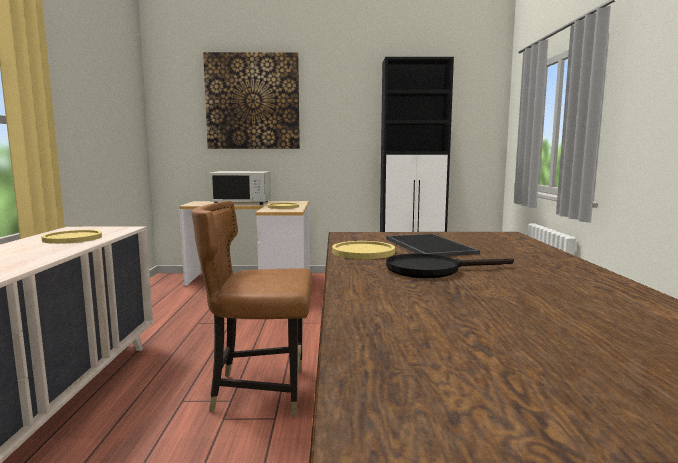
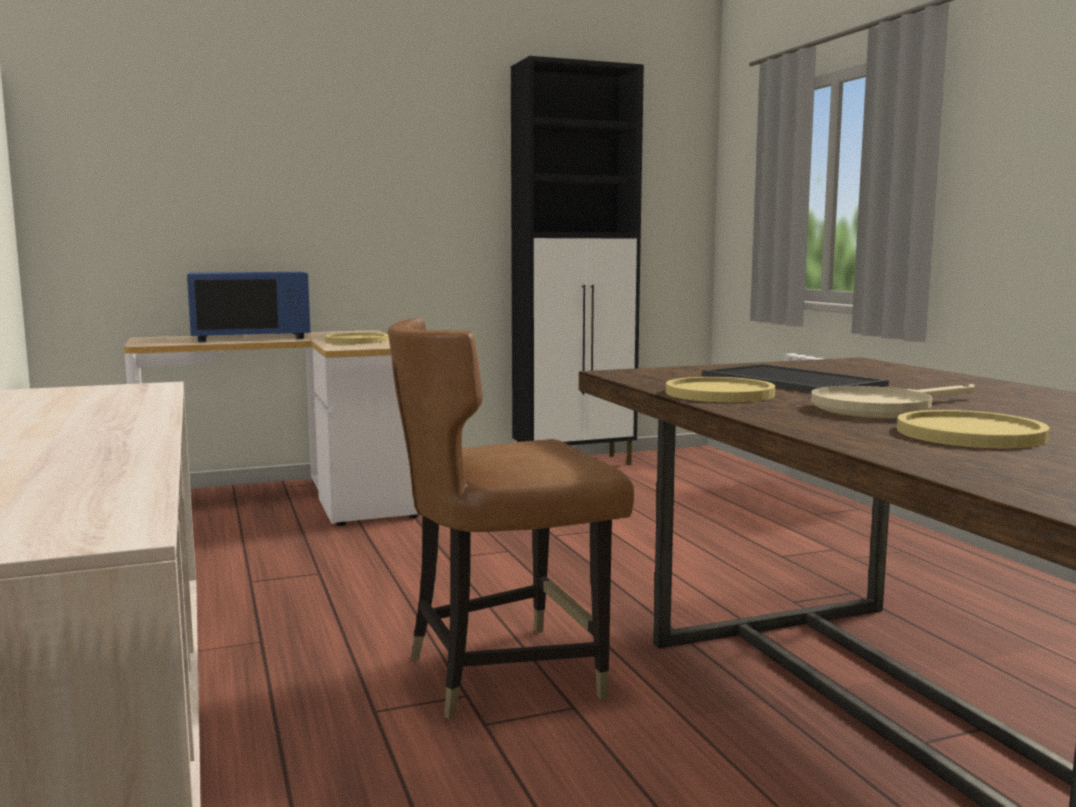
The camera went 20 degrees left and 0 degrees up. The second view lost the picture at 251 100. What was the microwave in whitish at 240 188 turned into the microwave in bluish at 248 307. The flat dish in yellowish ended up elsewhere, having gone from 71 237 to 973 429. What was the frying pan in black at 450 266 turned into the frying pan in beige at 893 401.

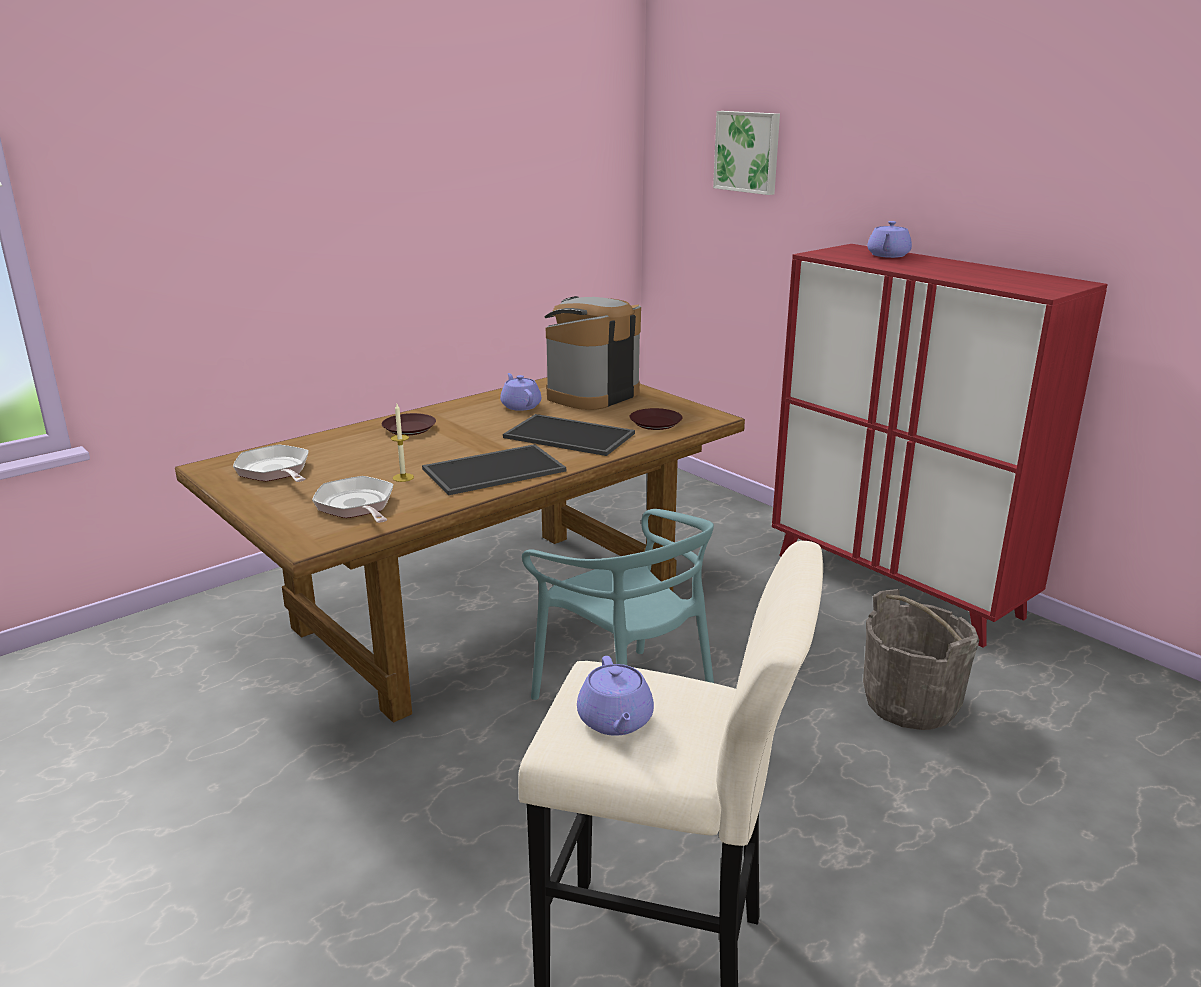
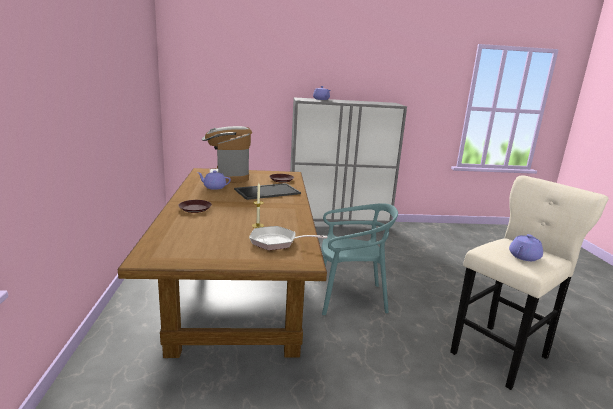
The camera went 55 degrees left and 5 degrees down. The second view lost the picture at 746 153. What was the storage cabinet in red-coloured at 940 446 turned into the storage cabinet in gray at 348 165. The second view lost the tray at 494 469. The second view lost the frying pan at 271 463. The second view lost the bucket in gray at 921 659. The teapot in purple at 615 696 ended up facing another way, 105 degrees clockwise from before.

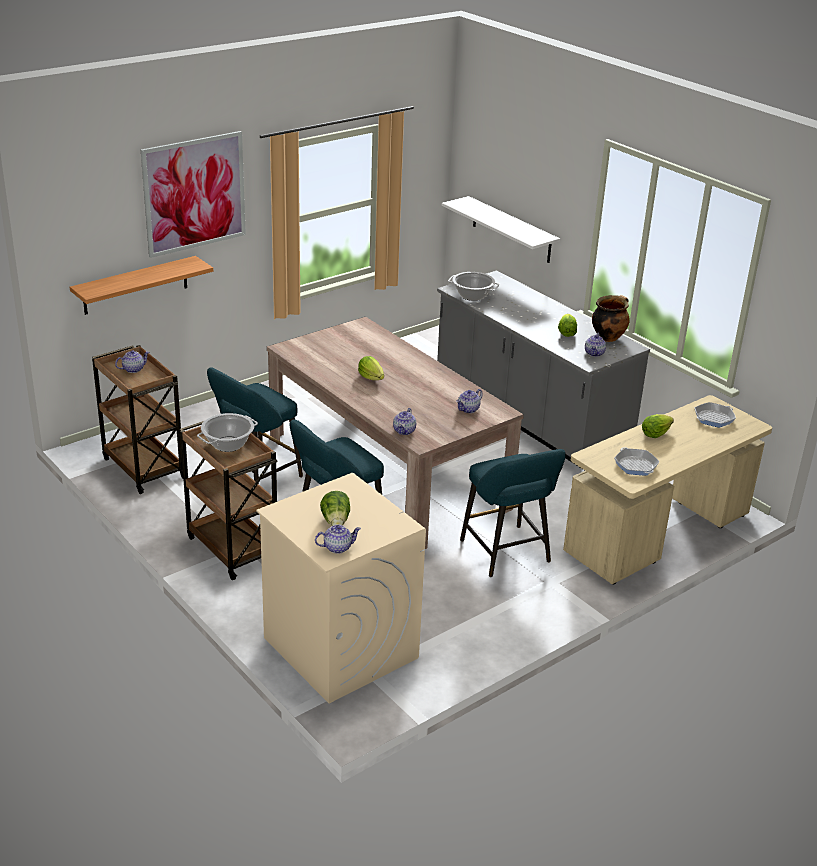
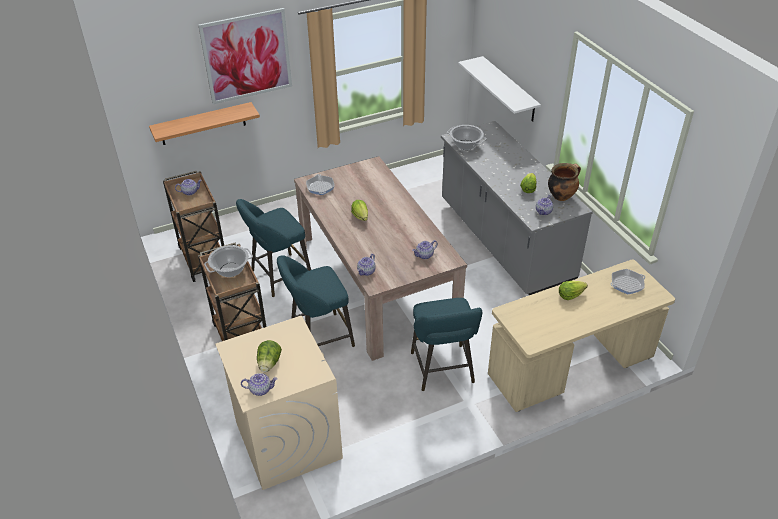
The camera went 15 degrees right and 10 degrees up. The frying pan ended up elsewhere, having gone from 637 461 to 320 184.

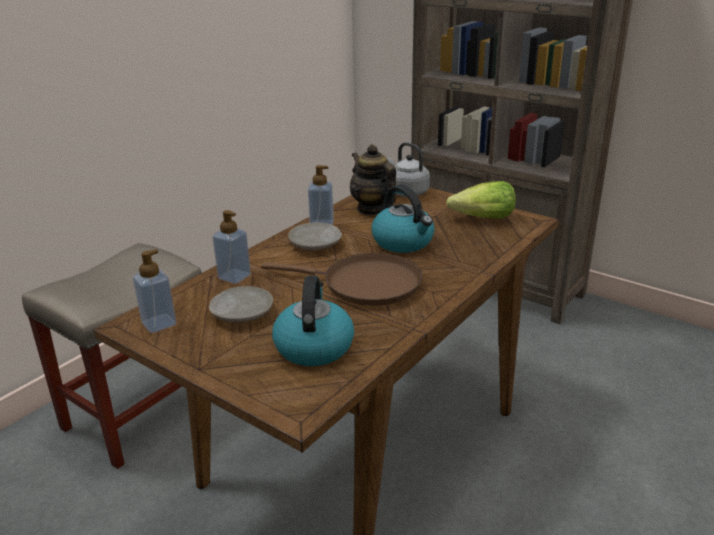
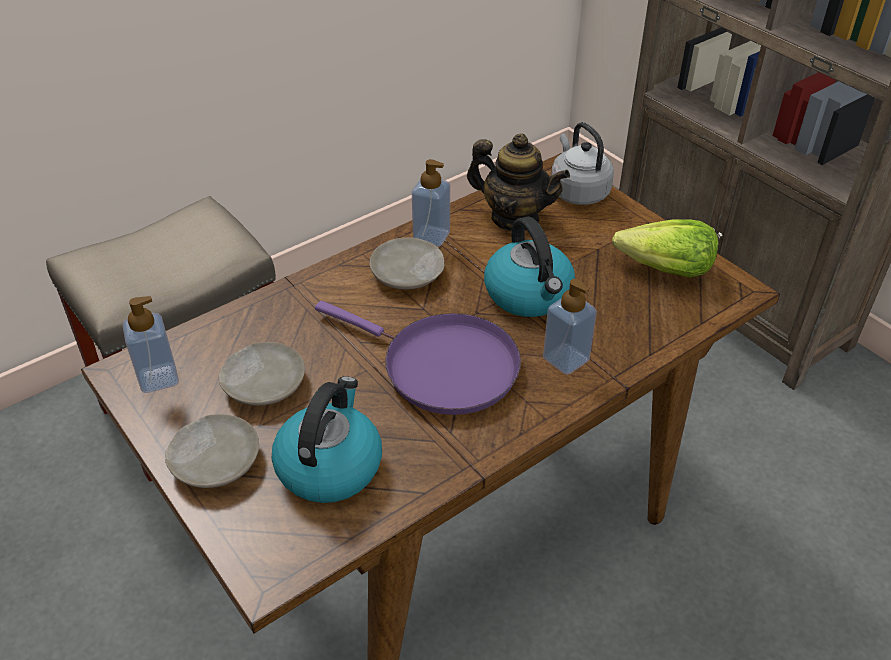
The camera went 15 degrees right and 15 degrees up. The teapot at 373 179 ended up facing another way, 135 degrees clockwise from before. The soap bottle ended up elsewhere, having gone from 231 247 to 570 327. What was the frying pan in brown-coloured at 341 279 turned into the frying pan in purple at 418 358. The second view gained the flat dish in beige at 212 451.

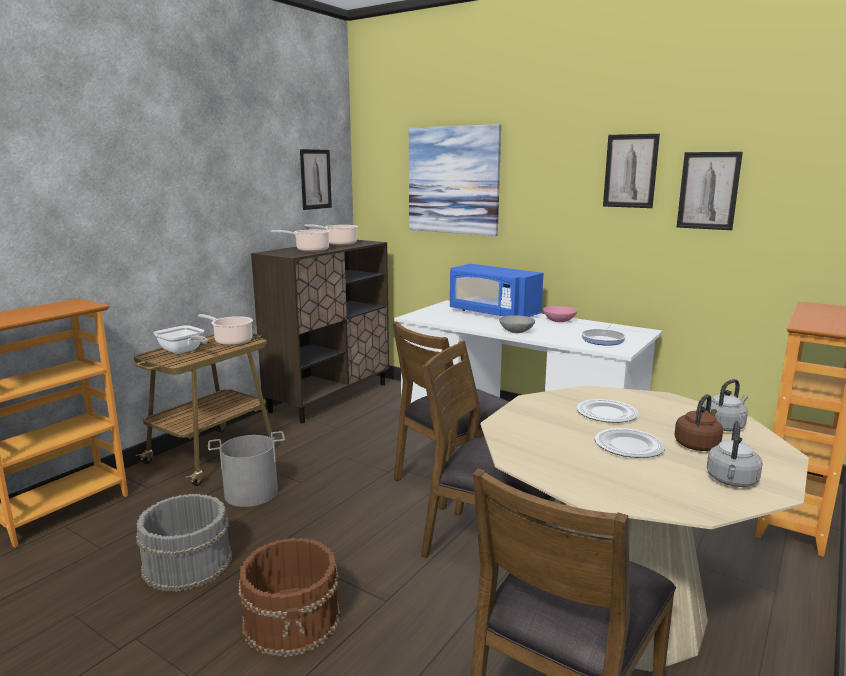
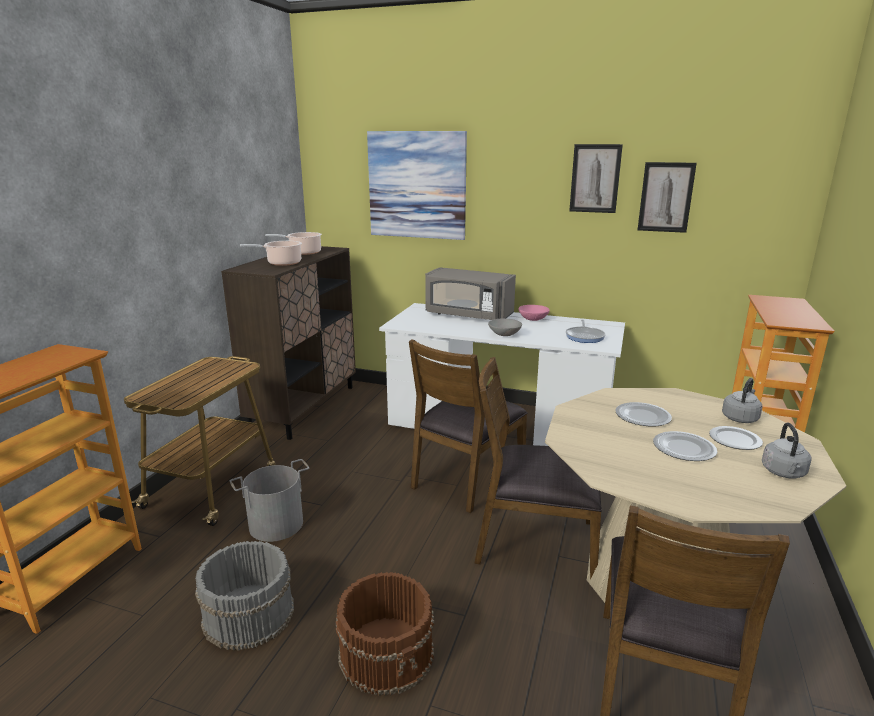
The camera went 15 degrees left and 5 degrees up. The second view lost the picture at 316 179. What was the microwave in bluish at 496 290 turned into the microwave in gray at 470 293. The second view lost the saucepot at 225 330. The second view lost the frying pan at 181 339. Where the tea kettle in brown-coloured stood at 698 422, the flat dish came to stand at 736 438.

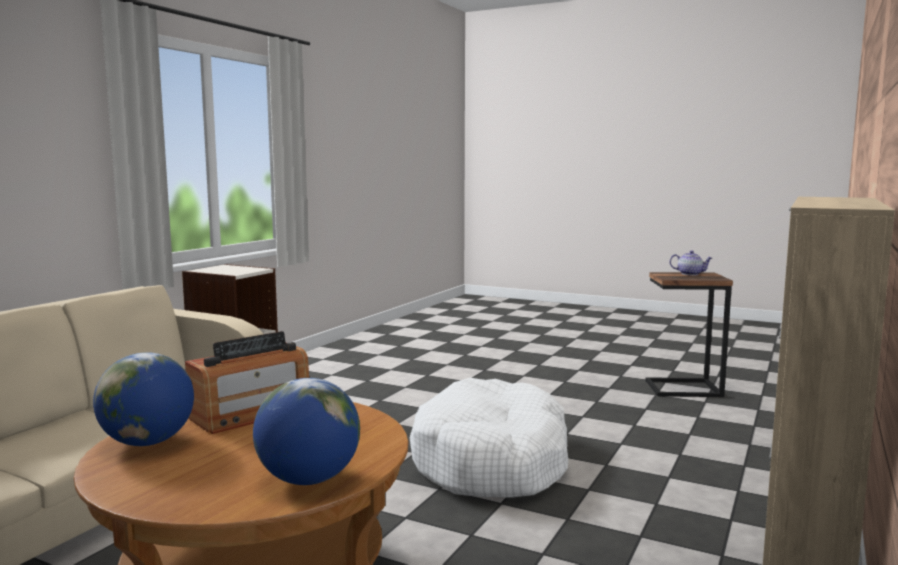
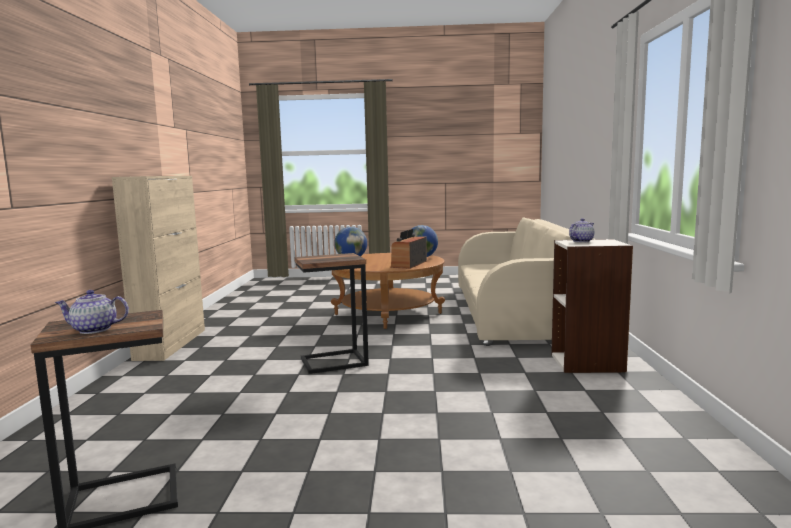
The camera went 155 degrees right and 0 degrees up. Where the pet bed in whitish stood at 489 437, the accent table came to stand at 331 313. The second view gained the teapot at 581 230.

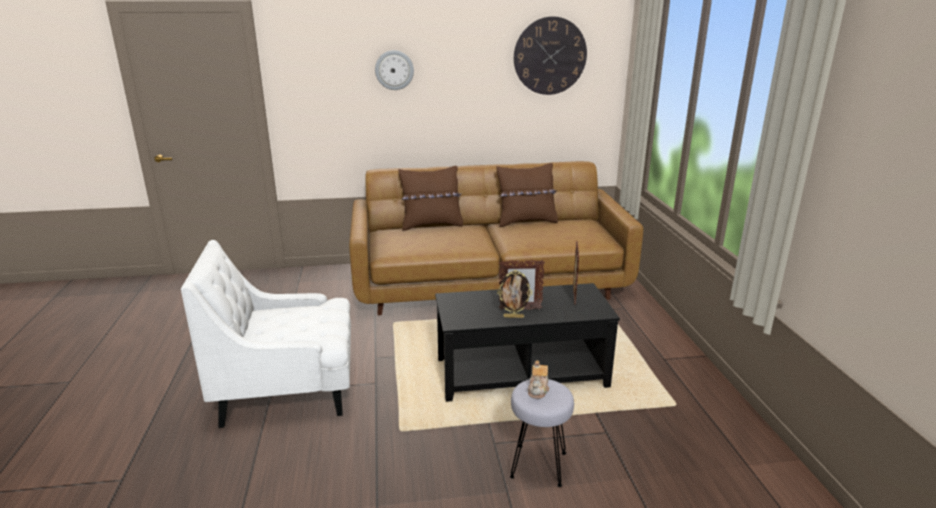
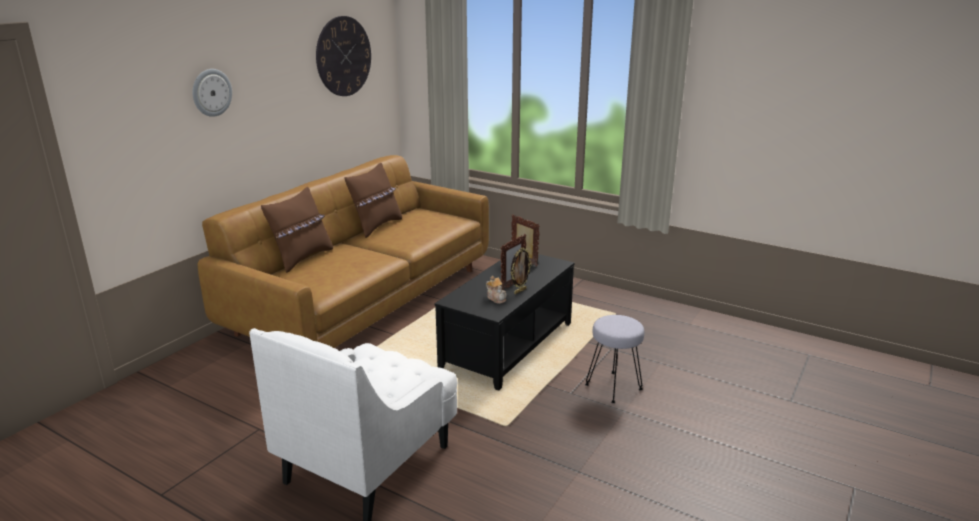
The camera went 50 degrees left and 0 degrees up. The teapot ended up elsewhere, having gone from 538 379 to 496 290.

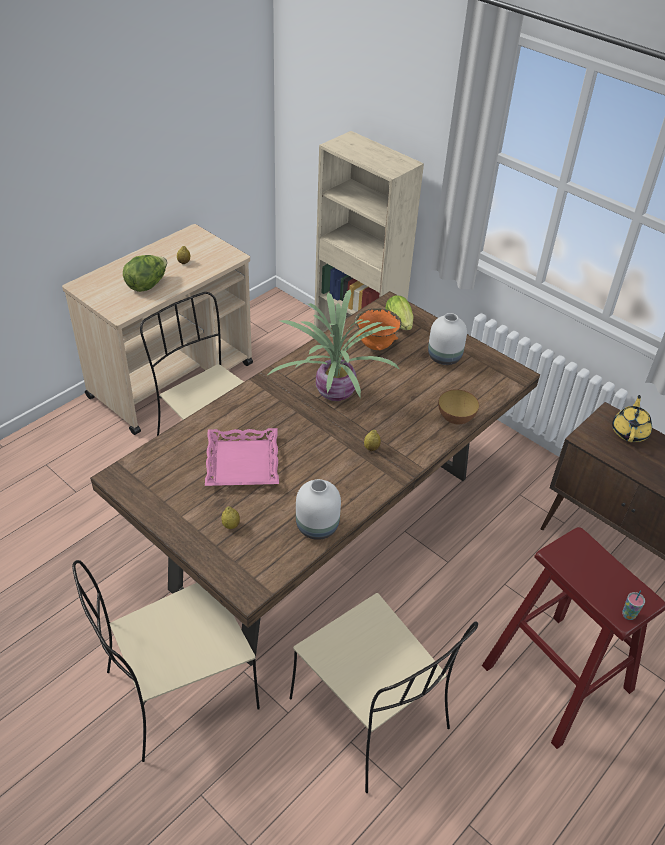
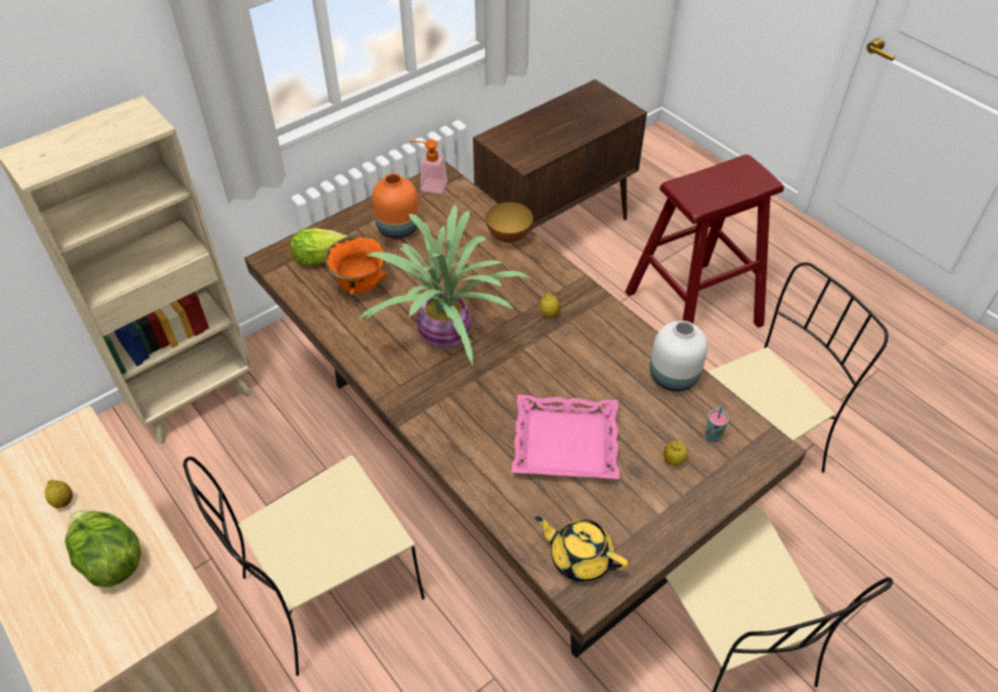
The camera went 80 degrees left and 5 degrees up. What was the flower vase in whitish at 447 339 turned into the flower vase in orange-coloured at 395 206. The teapot in yellowish ended up elsewhere, having gone from 632 418 to 581 549. The small cup ended up elsewhere, having gone from 633 605 to 717 424. The second view gained the soap bottle at 428 167.

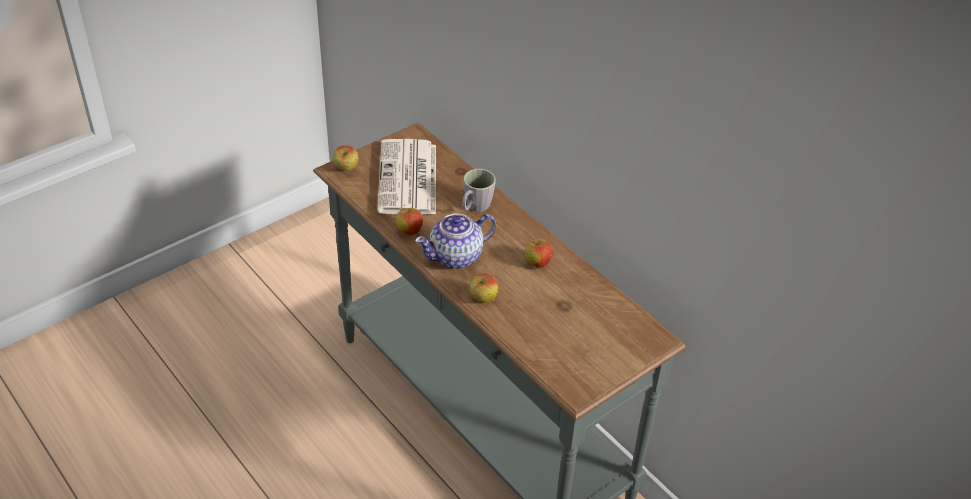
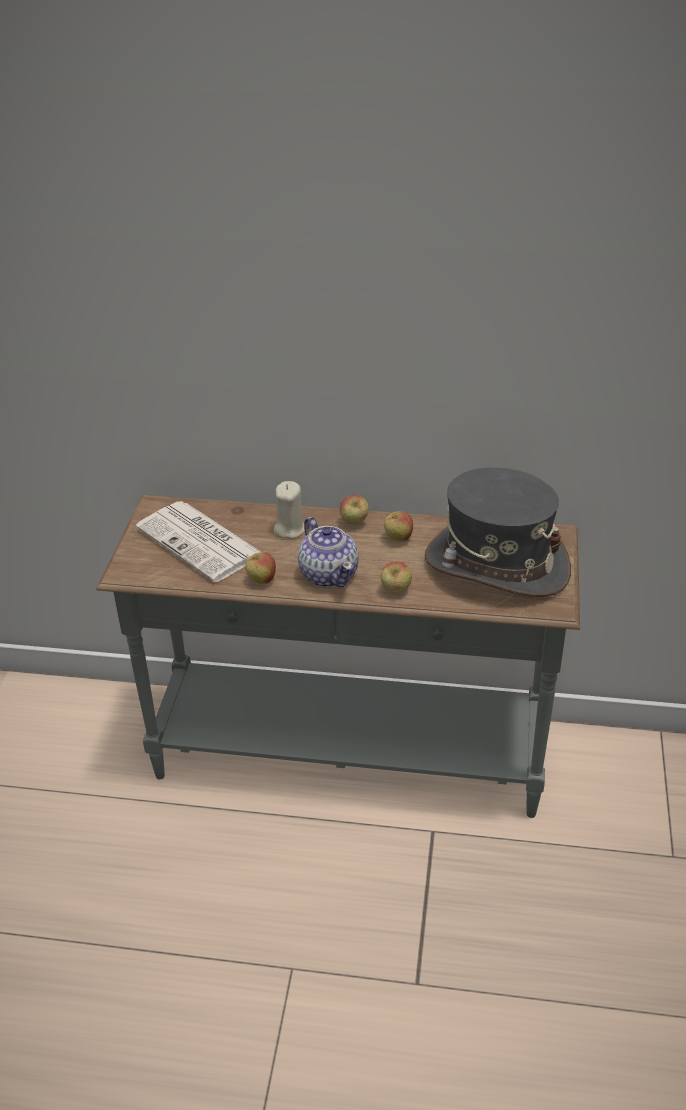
The camera went 40 degrees left and 5 degrees down. The whole apple ended up elsewhere, having gone from 346 158 to 354 509. Where the tea mug in gray stood at 479 190, the candle in beige came to stand at 289 510. The teapot at 455 241 ended up facing another way, 45 degrees counterclockwise from before. The second view gained the wearable hat in gray at 498 532.

